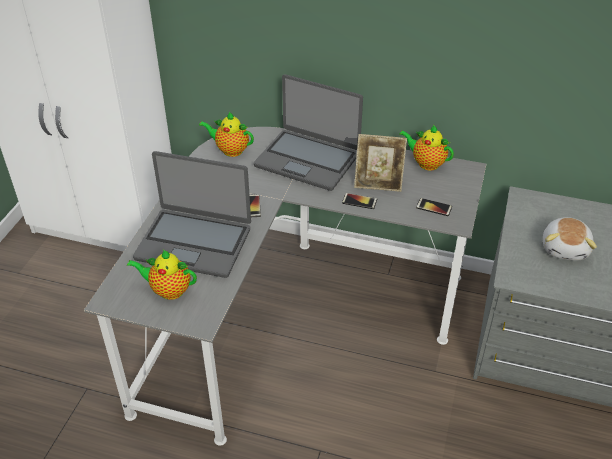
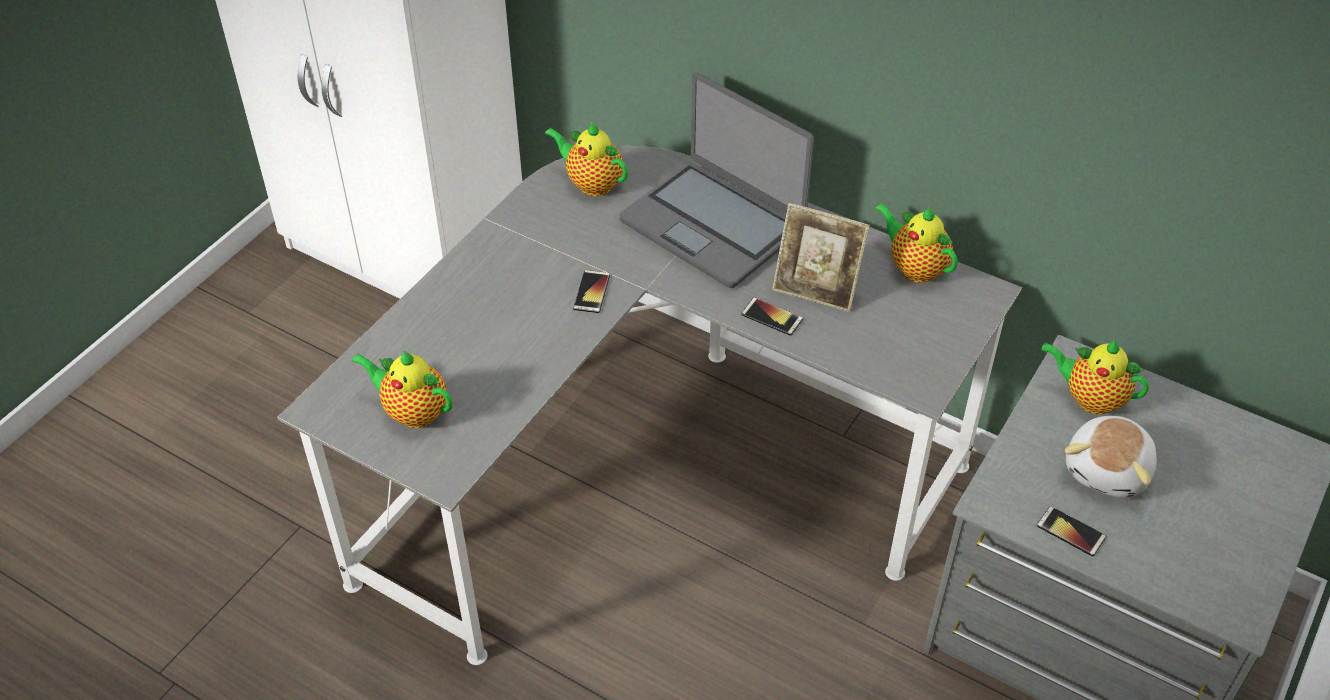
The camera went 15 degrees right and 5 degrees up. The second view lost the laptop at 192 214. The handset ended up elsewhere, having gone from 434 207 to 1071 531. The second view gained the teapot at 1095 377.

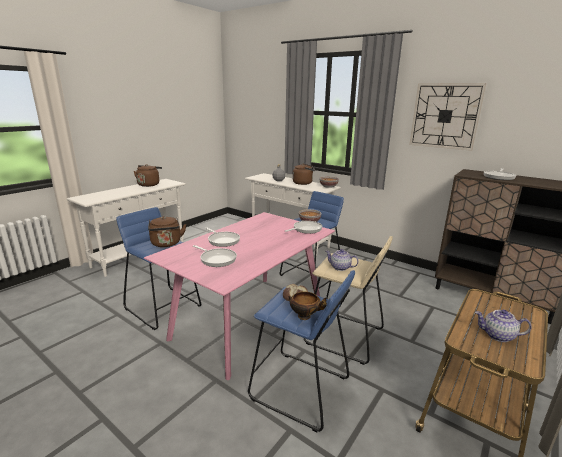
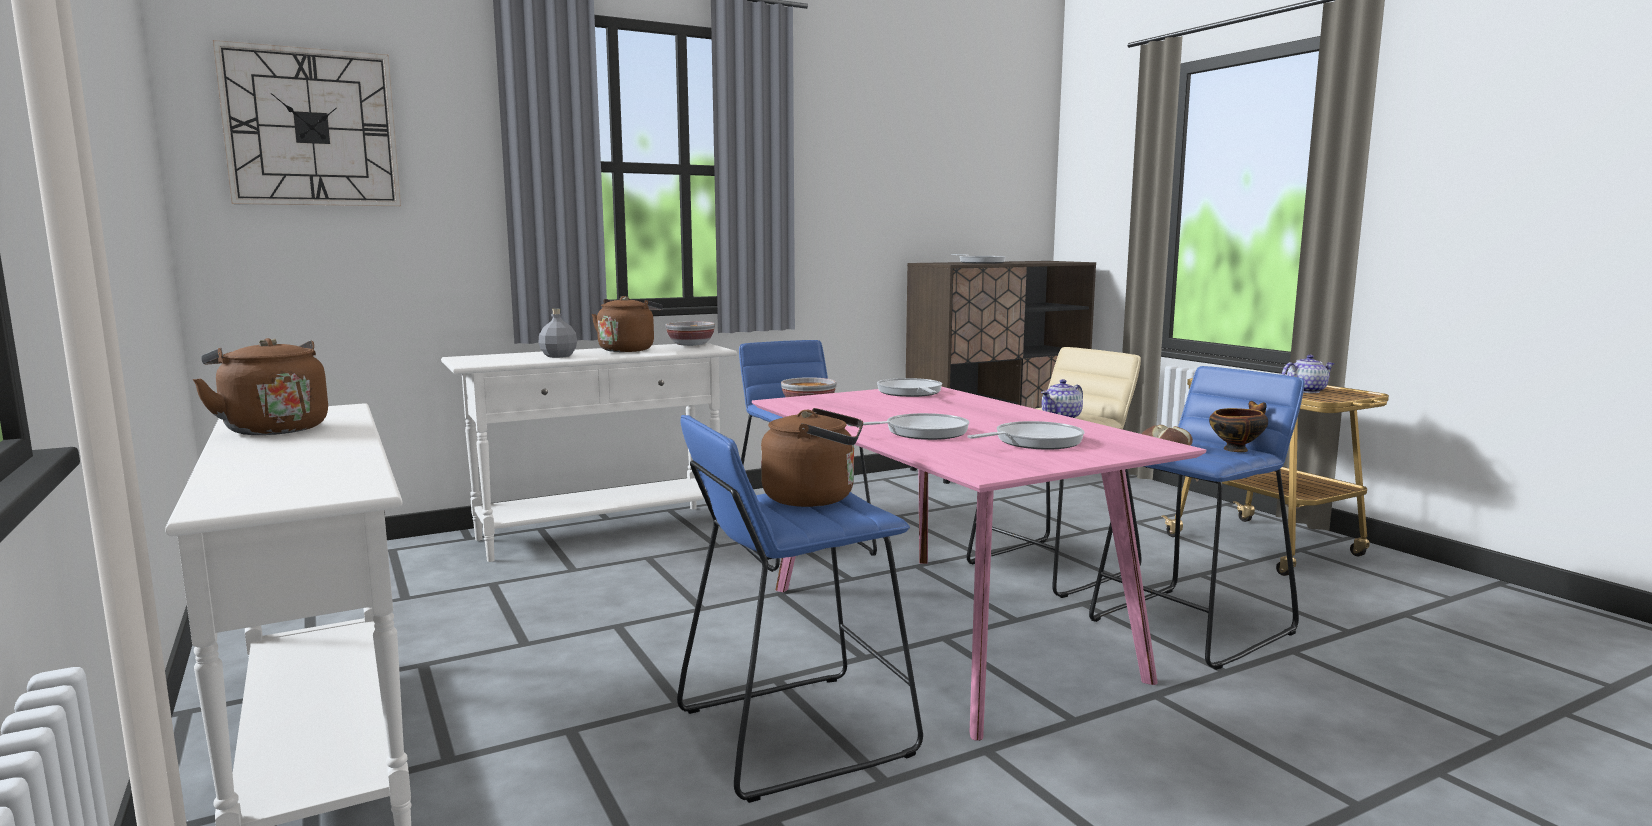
The camera went 65 degrees left and 10 degrees down. The hanging clock ended up elsewhere, having gone from 447 117 to 307 123. The teapot at 503 325 ended up facing another way, 150 degrees counterclockwise from before.

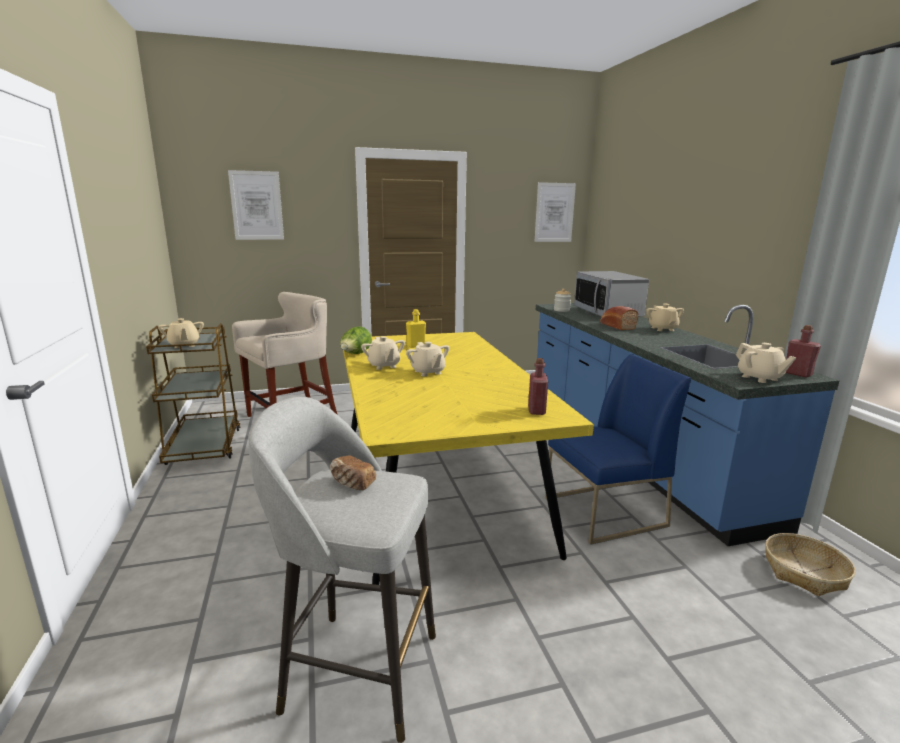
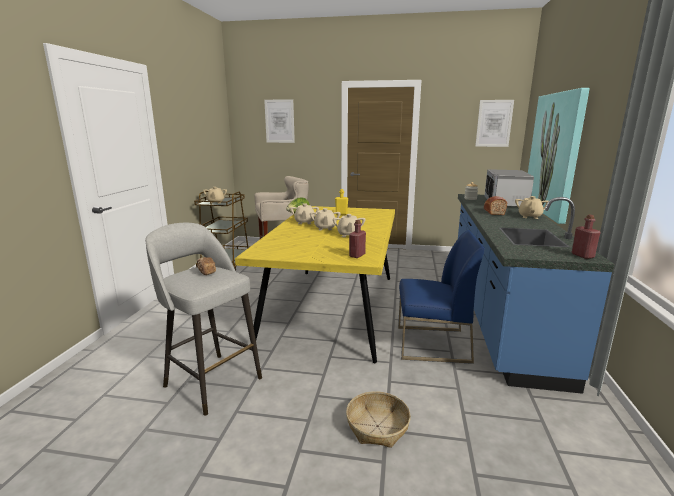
The camera went 25 degrees right and 0 degrees up. The teapot in beige ended up elsewhere, having gone from 766 363 to 349 225. The household basket ended up elsewhere, having gone from 810 564 to 378 419. The second view gained the picture at 559 156.

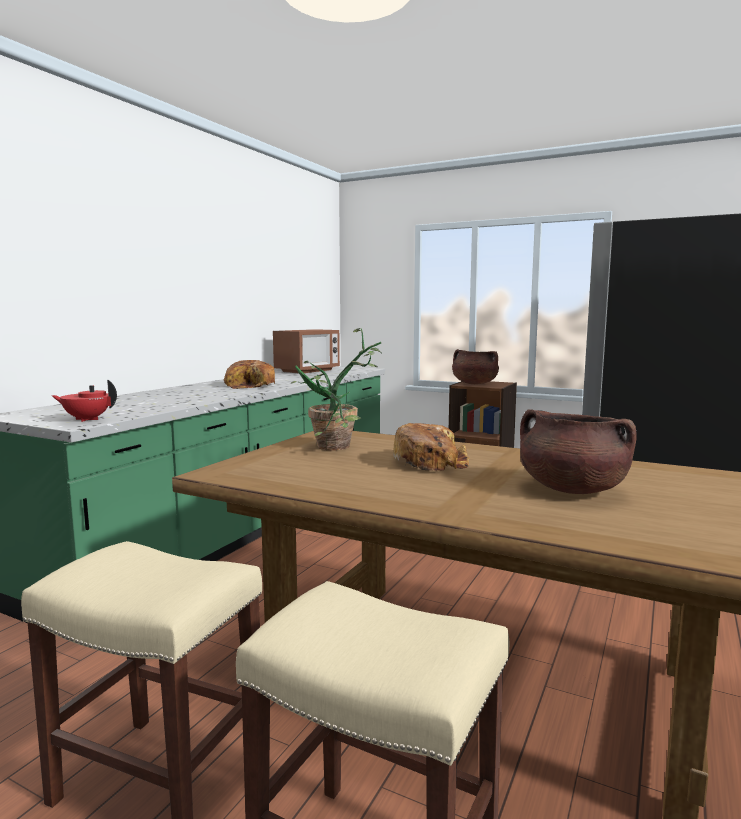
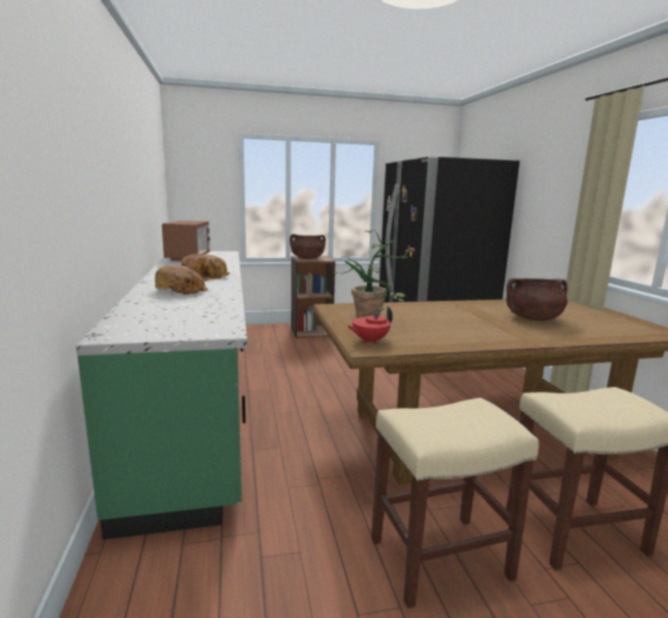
The camera went 40 degrees left and 5 degrees up. The teapot in red-coloured ended up elsewhere, having gone from 84 401 to 370 325. The baked bread ended up elsewhere, having gone from 431 447 to 182 280.

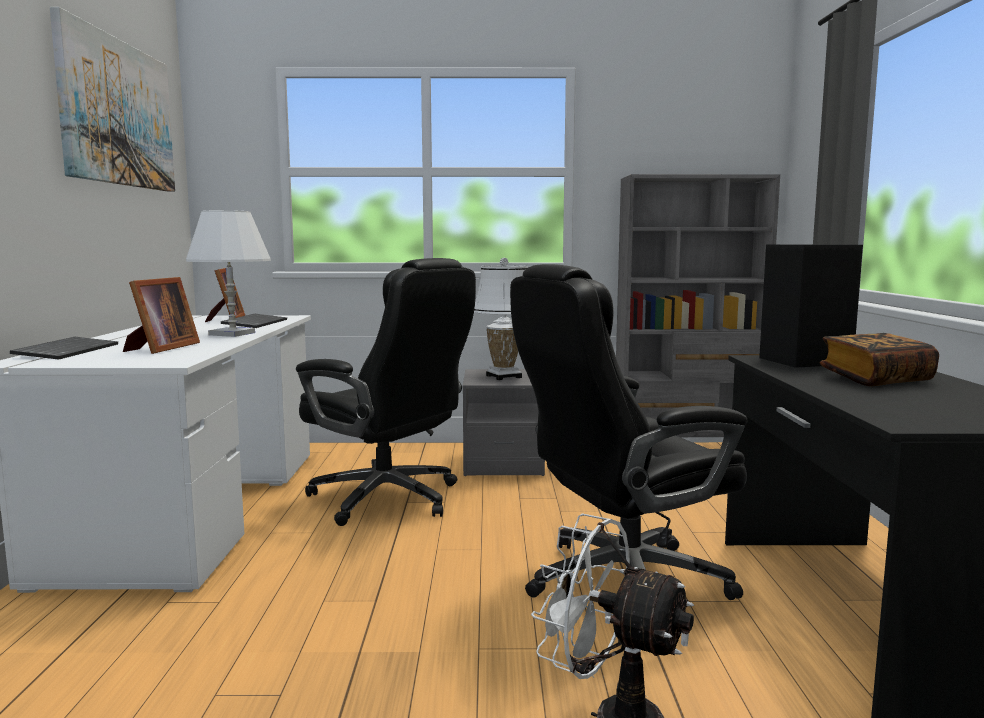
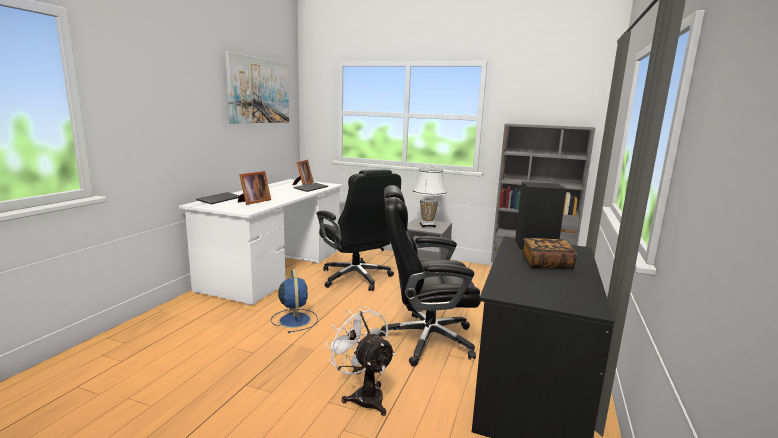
The camera went 20 degrees right and 5 degrees up. The second view lost the lamp for a table in whitish at 228 273. The second view gained the electric fan in bluish at 294 301.

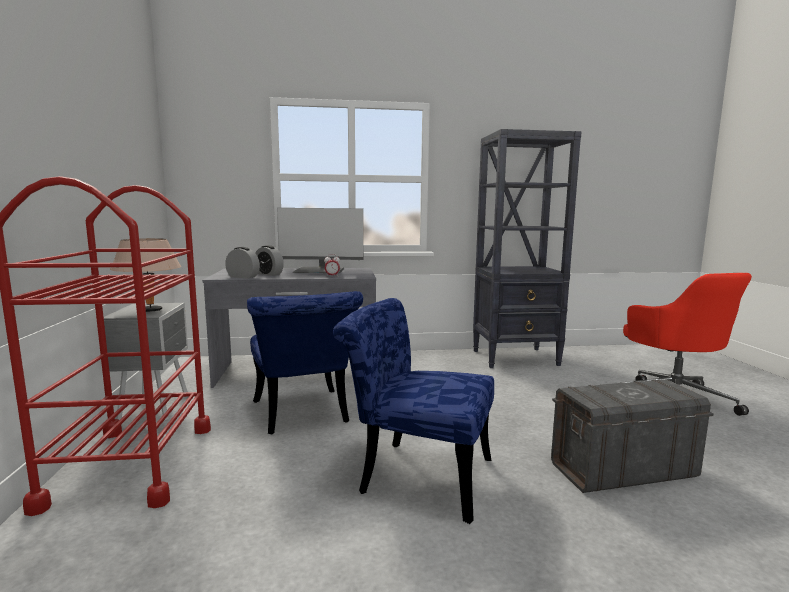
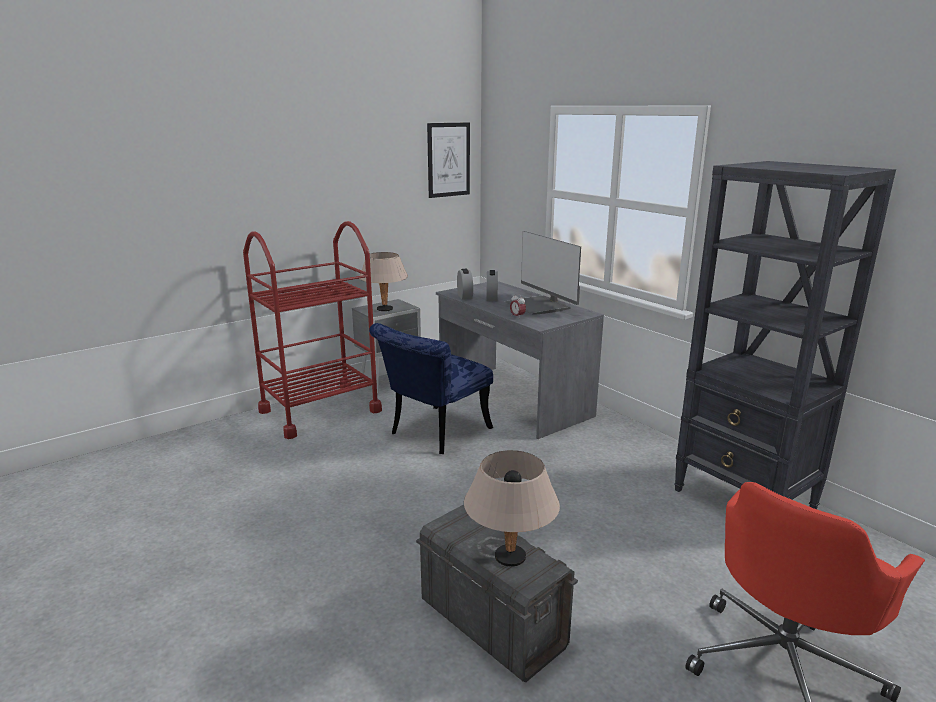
The camera went 60 degrees right and 10 degrees up. The second view lost the upright chair in bluish at 413 411. The second view gained the picture at 448 160. The second view gained the lamp for a table in beige at 512 508.

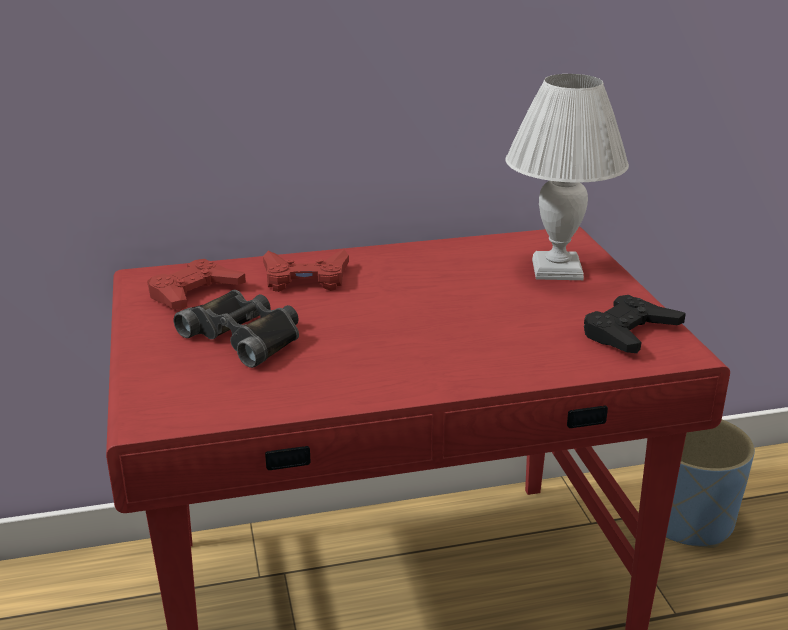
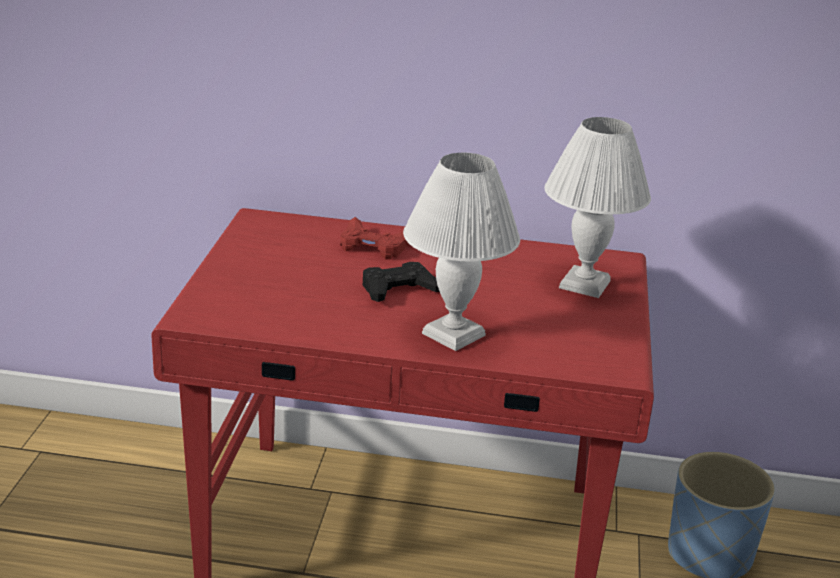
The camera went 20 degrees right and 0 degrees up. The second view lost the gamepad in red-coloured at 196 284. The second view lost the binoculars in black at 236 329. The gamepad in black ended up elsewhere, having gone from 635 324 to 401 282. The second view gained the lamp for a table in whitish at 461 252.

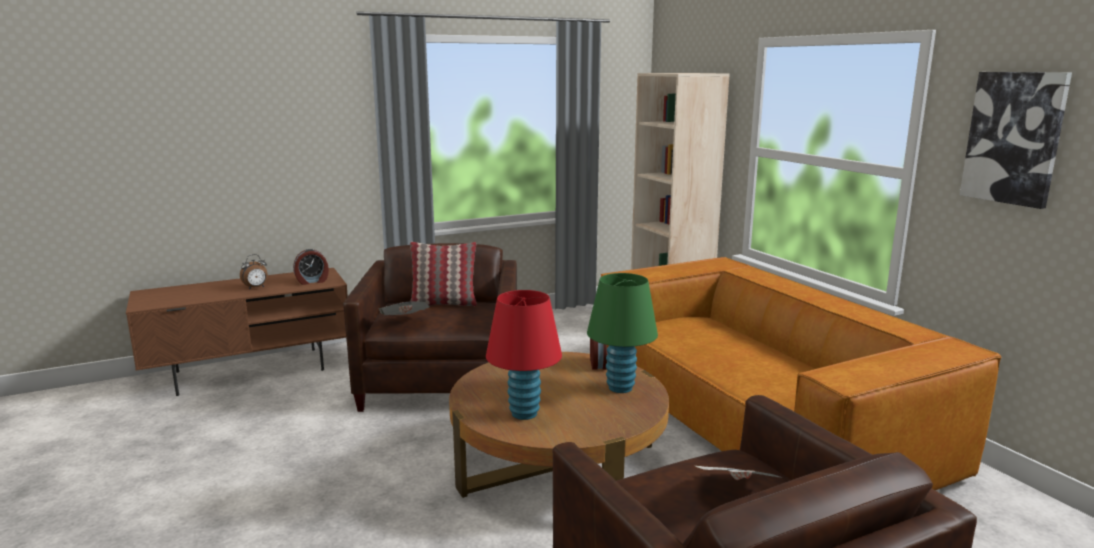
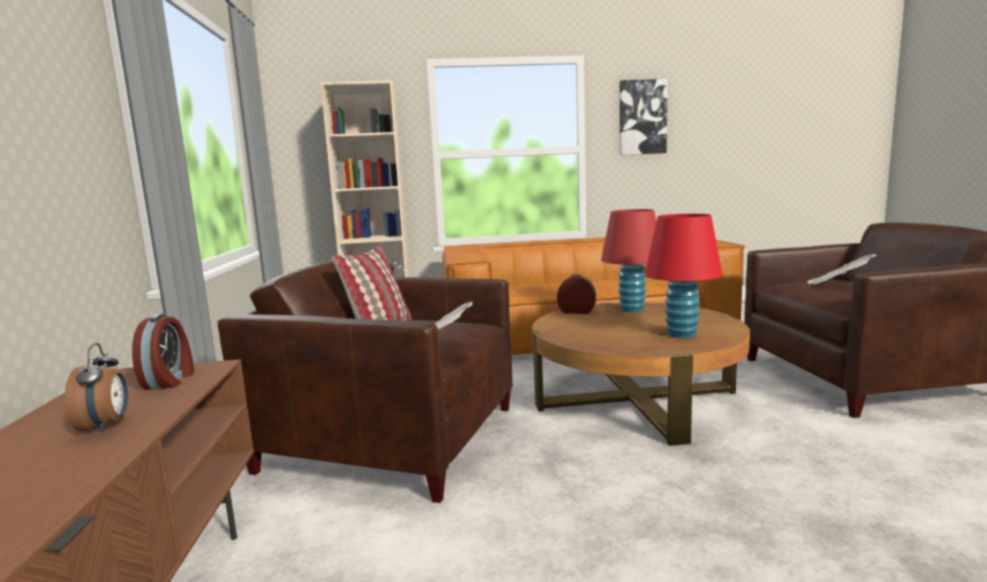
The camera went 70 degrees left and 5 degrees down. What was the lamp for a table in green at 622 333 turned into the lamp for a table in red-coloured at 628 261.

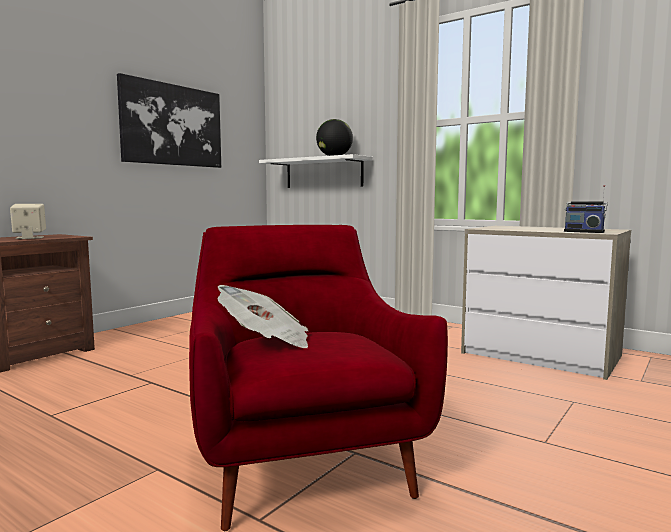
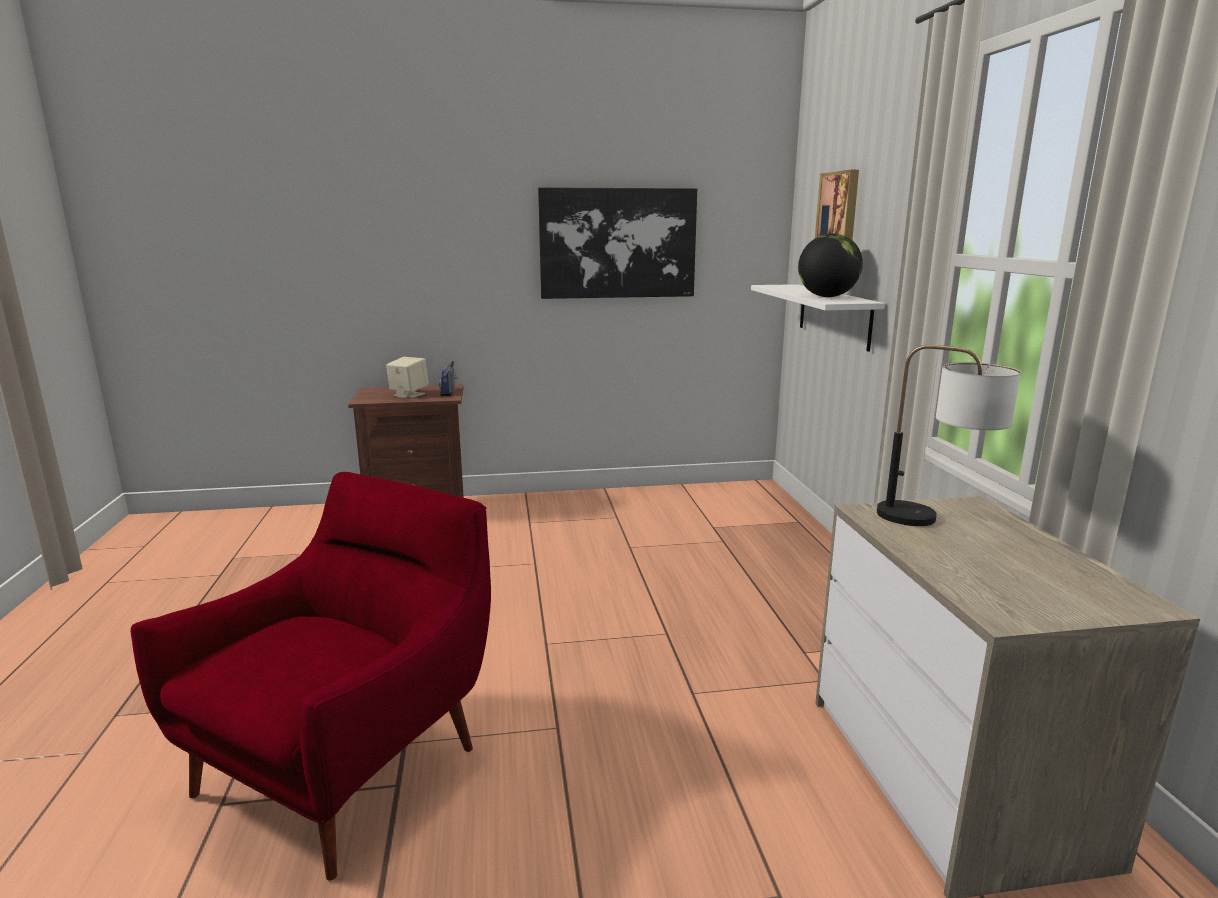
The camera went 45 degrees right and 10 degrees up. The radio ended up elsewhere, having gone from 586 209 to 448 373. The second view lost the printed paper at 262 316. The second view gained the picture at 837 205. The second view gained the lamp for a table at 949 435.

